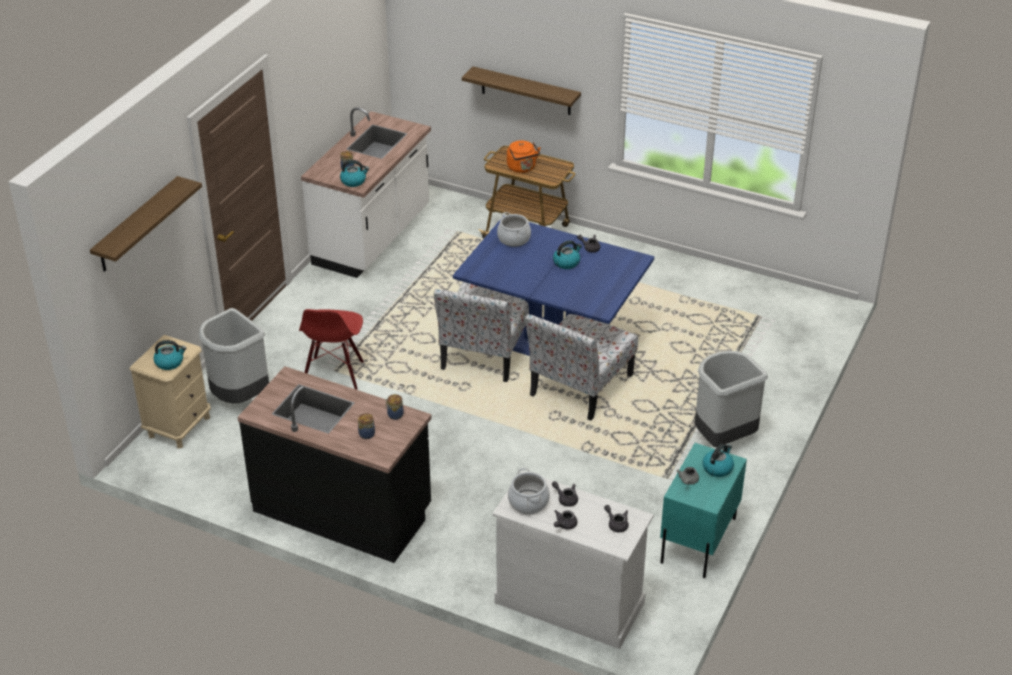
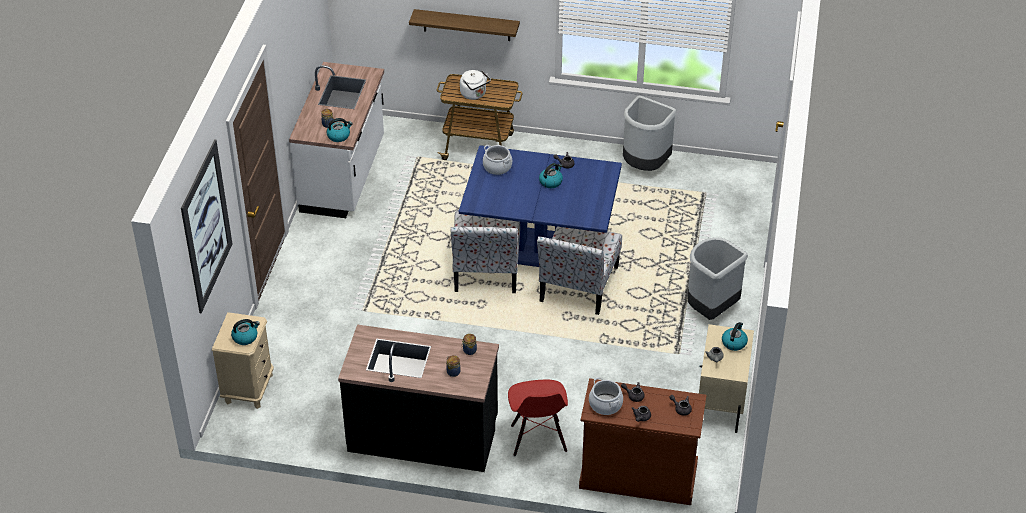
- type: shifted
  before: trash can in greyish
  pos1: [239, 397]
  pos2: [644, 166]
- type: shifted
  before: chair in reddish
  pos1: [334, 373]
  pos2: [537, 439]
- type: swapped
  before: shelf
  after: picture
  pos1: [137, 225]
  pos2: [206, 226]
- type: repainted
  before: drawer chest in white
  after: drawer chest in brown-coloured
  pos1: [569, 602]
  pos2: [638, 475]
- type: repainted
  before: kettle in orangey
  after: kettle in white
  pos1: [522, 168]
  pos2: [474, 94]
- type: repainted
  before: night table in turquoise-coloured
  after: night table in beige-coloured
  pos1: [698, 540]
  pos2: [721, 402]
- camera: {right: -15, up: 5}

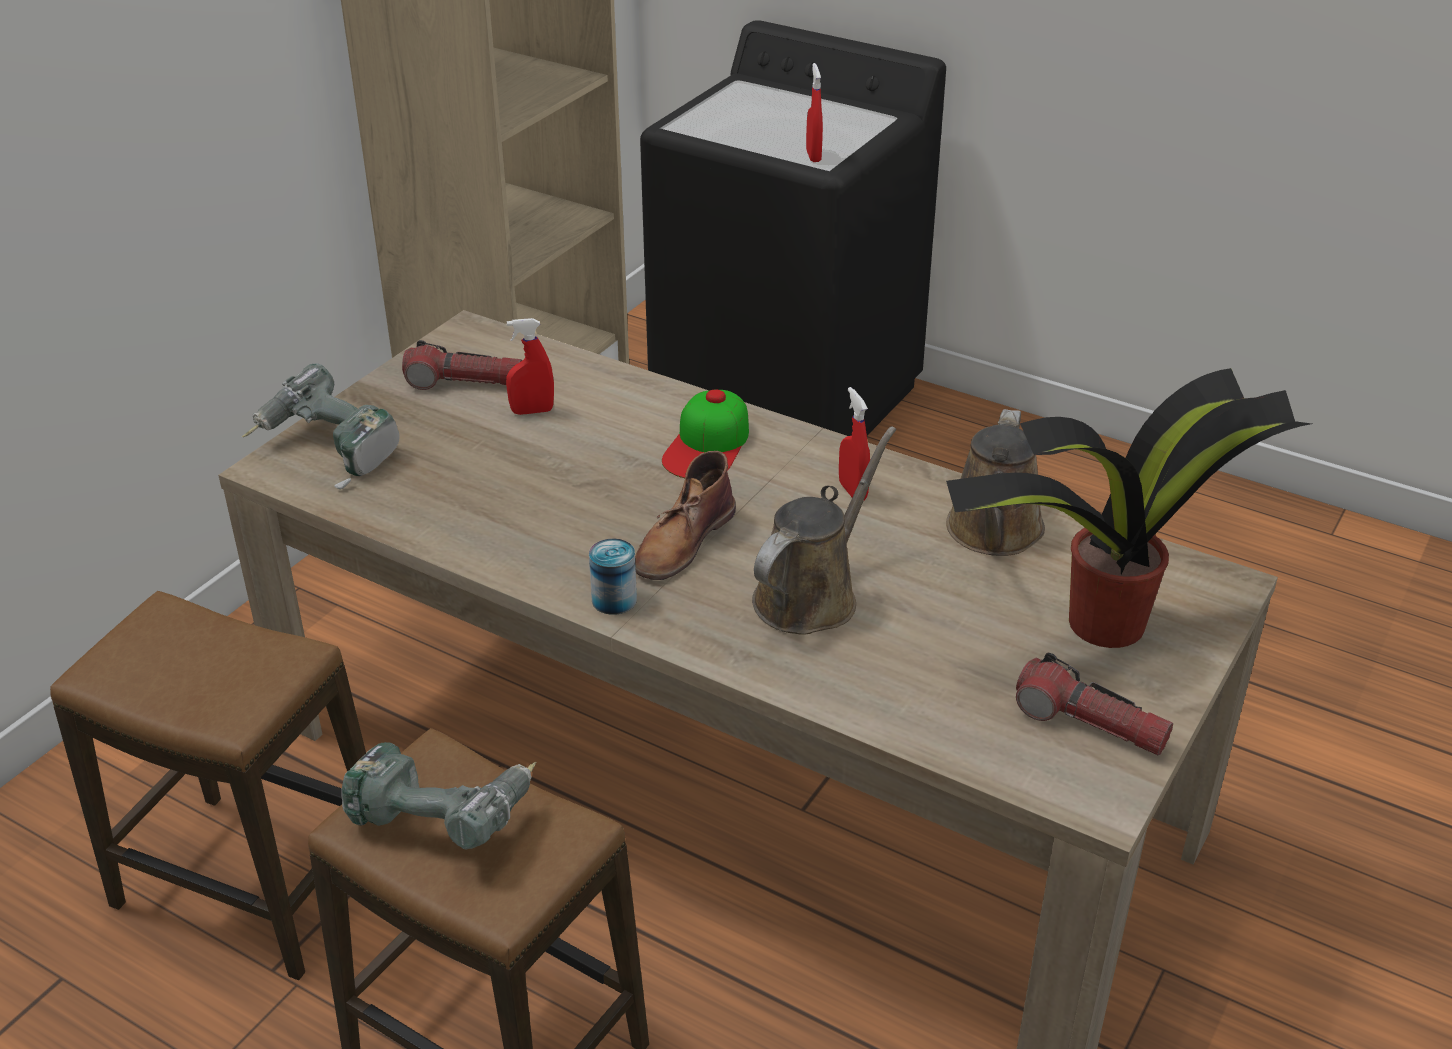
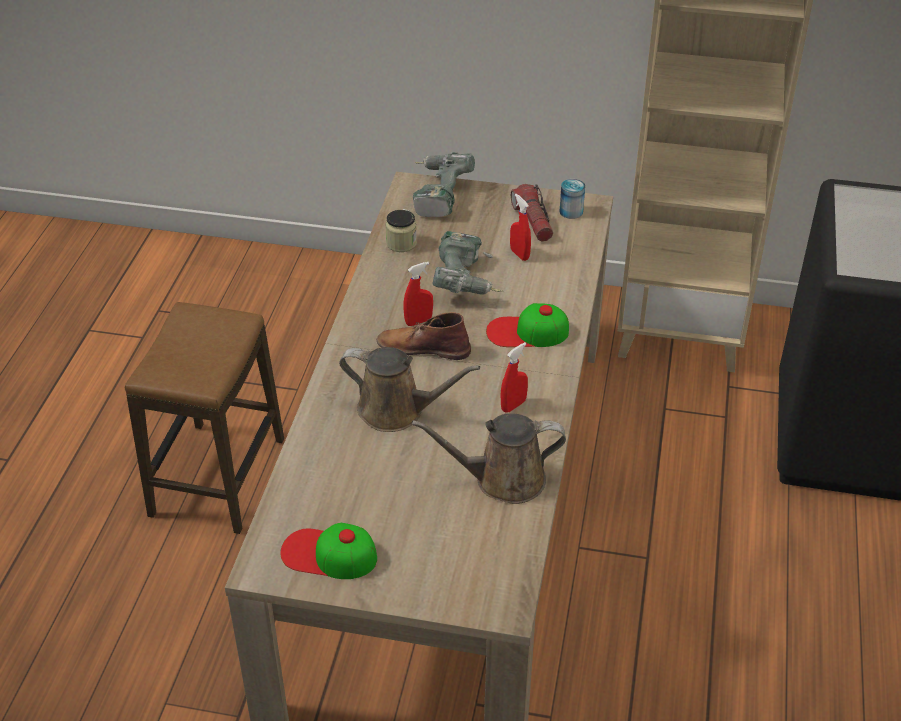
- type: gone
  before: stool seat
  pos1: [252, 884]
- type: gone
  before: potted plant
  pos1: [1101, 624]
- type: new
  after: jar
  pos2: [401, 243]
- type: shifted
  before: drill
  pos1: [445, 815]
  pos2: [466, 281]
- type: shifted
  before: metal can
  pos1: [614, 600]
  pos2: [571, 211]
- type: shifted
  before: hand sprayer in reddish
  pos1: [813, 156]
  pos2: [418, 321]
- type: swapped
  before: hand torch
  after: baseball cap
  pos1: [1089, 723]
  pos2: [328, 554]
- camera: {right: 70, up: 5}

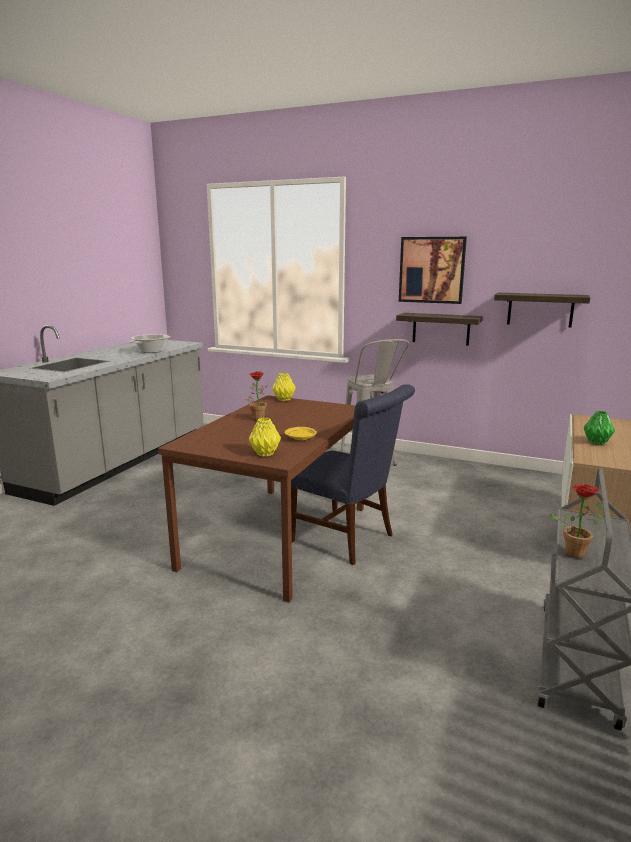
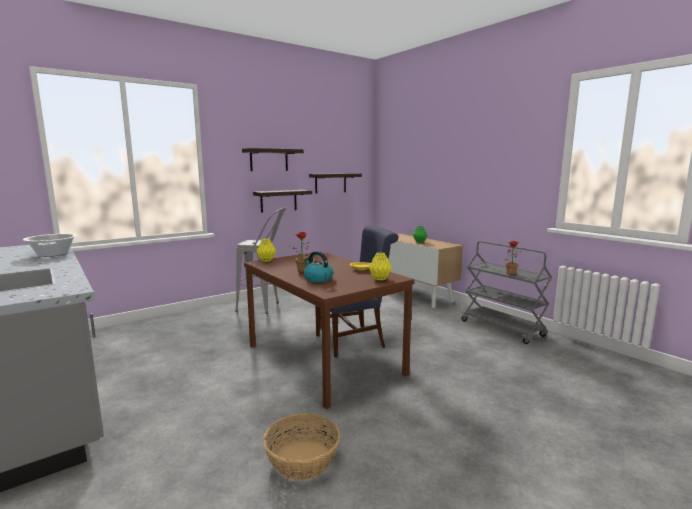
- type: new
  after: storage basket
  pos2: [302, 459]
- type: new
  after: kettle
  pos2: [317, 279]
- type: swapped
  before: picture
  after: shelf
  pos1: [432, 270]
  pos2: [269, 160]
- camera: {right: -60, up: -5}

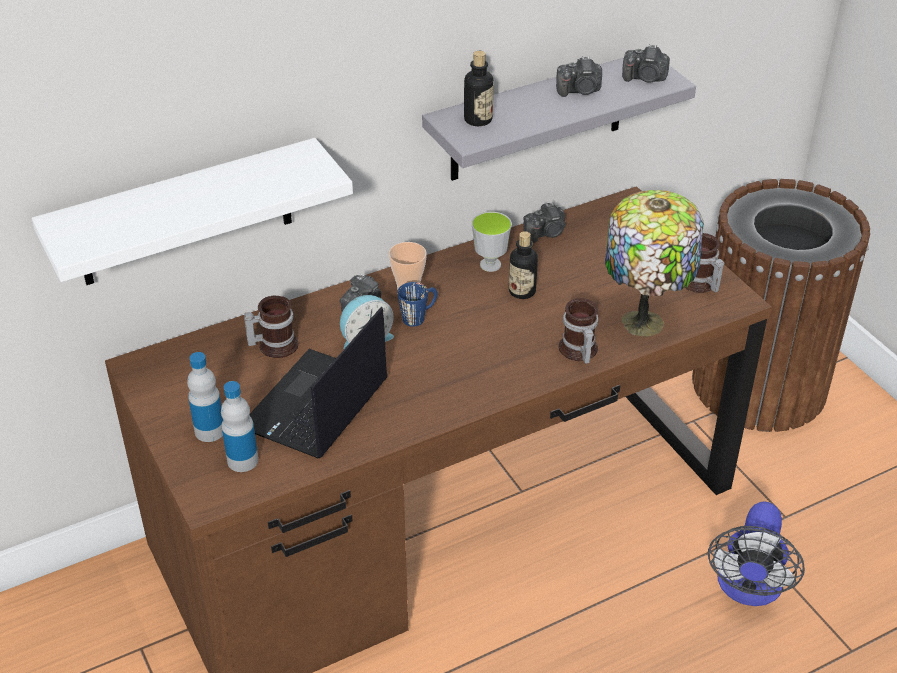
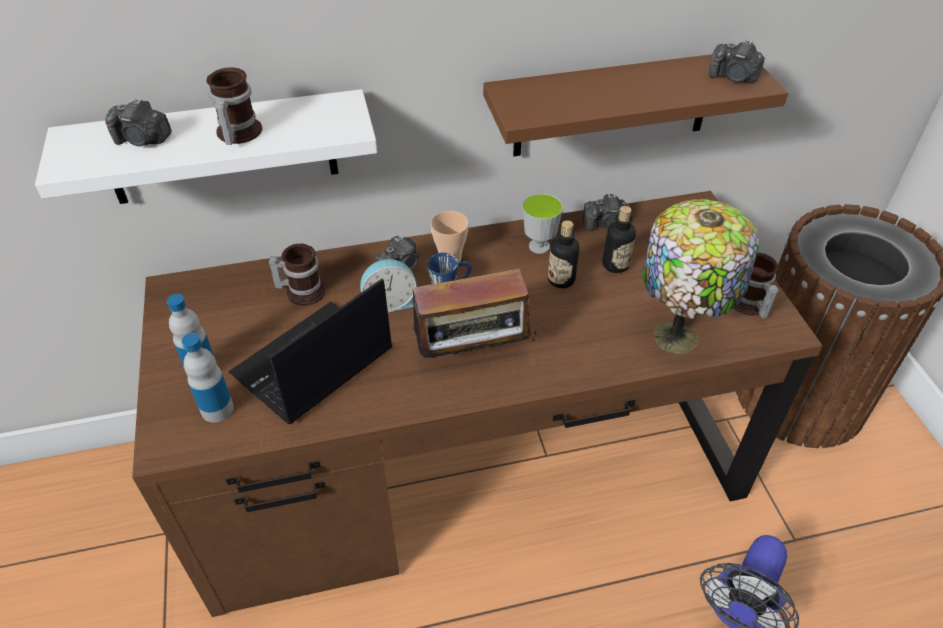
- type: new
  after: radio receiver
  pos2: [473, 356]
- type: shifted
  before: drink bottle
  pos1: [478, 119]
  pos2: [615, 265]
- type: shifted
  before: photo camera
  pos1: [580, 91]
  pos2: [143, 140]
- type: shifted
  before: tea mug
  pos1: [577, 351]
  pos2: [236, 134]
- type: repainted
  before: shelf in greyish
  after: shelf in brown-coloured
  pos1: [537, 117]
  pos2: [613, 105]
- camera: {right: 15, up: 5}

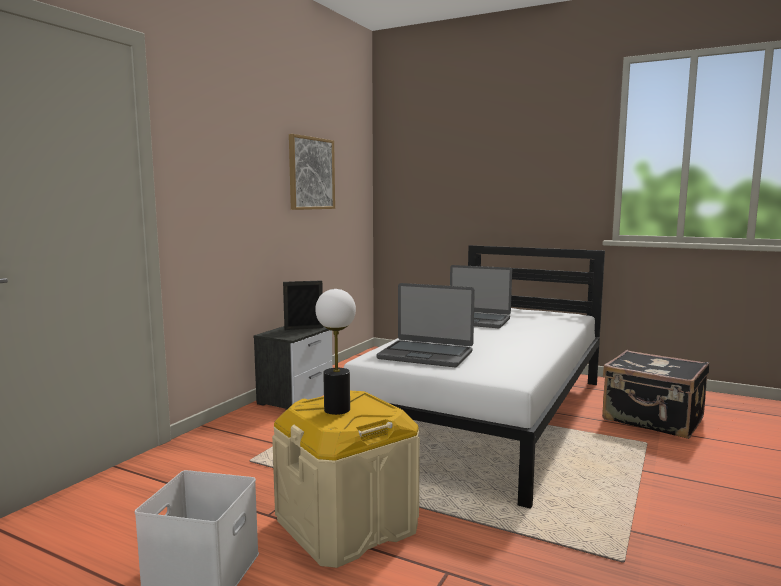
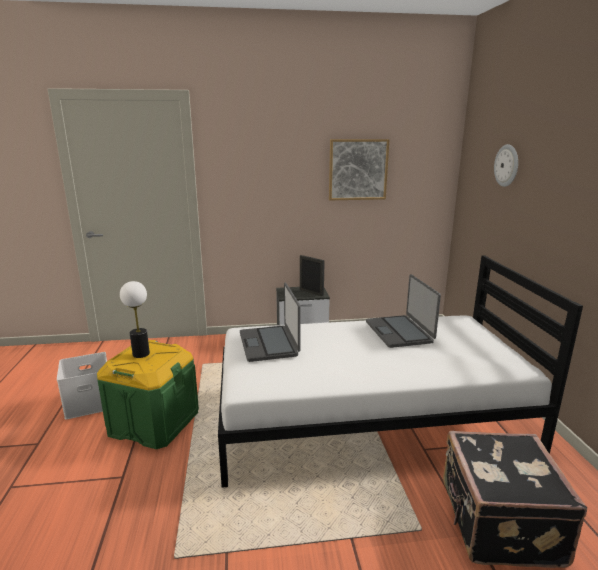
- type: new
  after: hanging clock
  pos2: [507, 165]
- type: repainted
  before: storage container in beige-coloured
  after: storage container in green-coloured
  pos1: [346, 525]
  pos2: [153, 423]
- camera: {right: 55, up: 10}

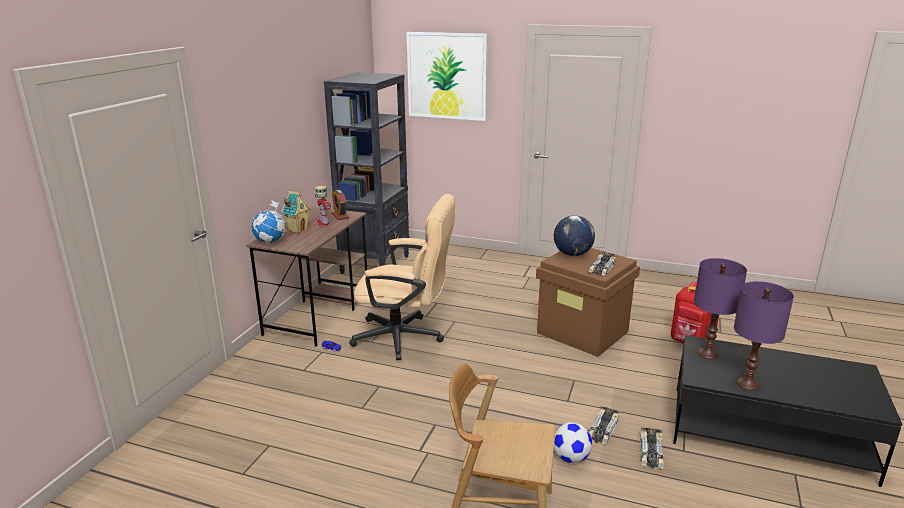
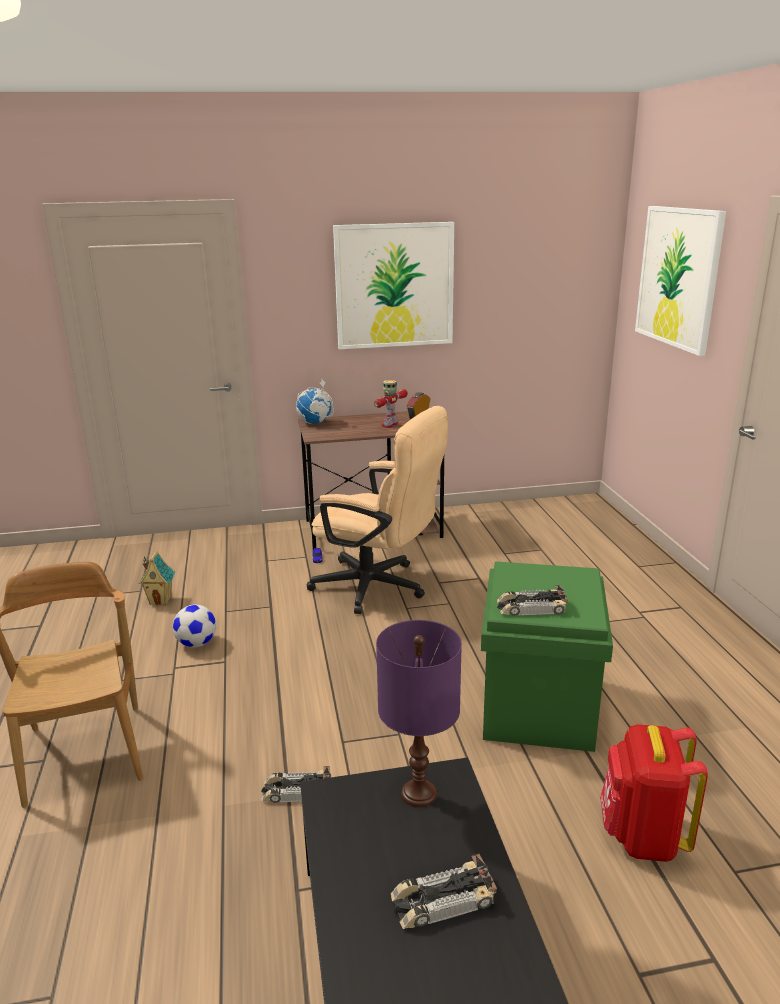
- type: gone
  before: bookcase in black
  pos1: [375, 264]
- type: gone
  before: desk globe
  pos1: [572, 254]
- type: gone
  before: lamp for a table in purplish
  pos1: [747, 384]
- type: new
  after: picture
  pos2: [394, 286]
- type: shifted
  before: model house
  pos1: [298, 229]
  pos2: [161, 600]
- type: shifted
  before: ball for football
  pos1: [570, 458]
  pos2: [196, 643]
- type: shifted
  before: toy car
  pos1: [651, 452]
  pos2: [442, 901]
- type: repainted
  before: storage container in brown-coloured
  after: storage container in green-coloured
  pos1: [583, 332]
  pos2: [539, 708]
- type: rotated
  before: computer chair in beige-coloured
  pos1: [406, 338]
  pos2: [378, 588]
  turn: -45
- camera: {right: 60, up: 0}

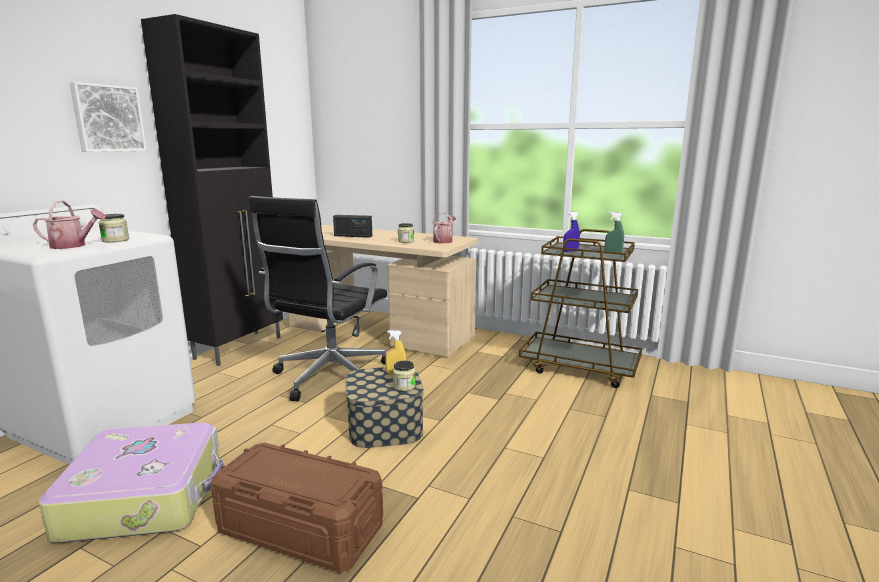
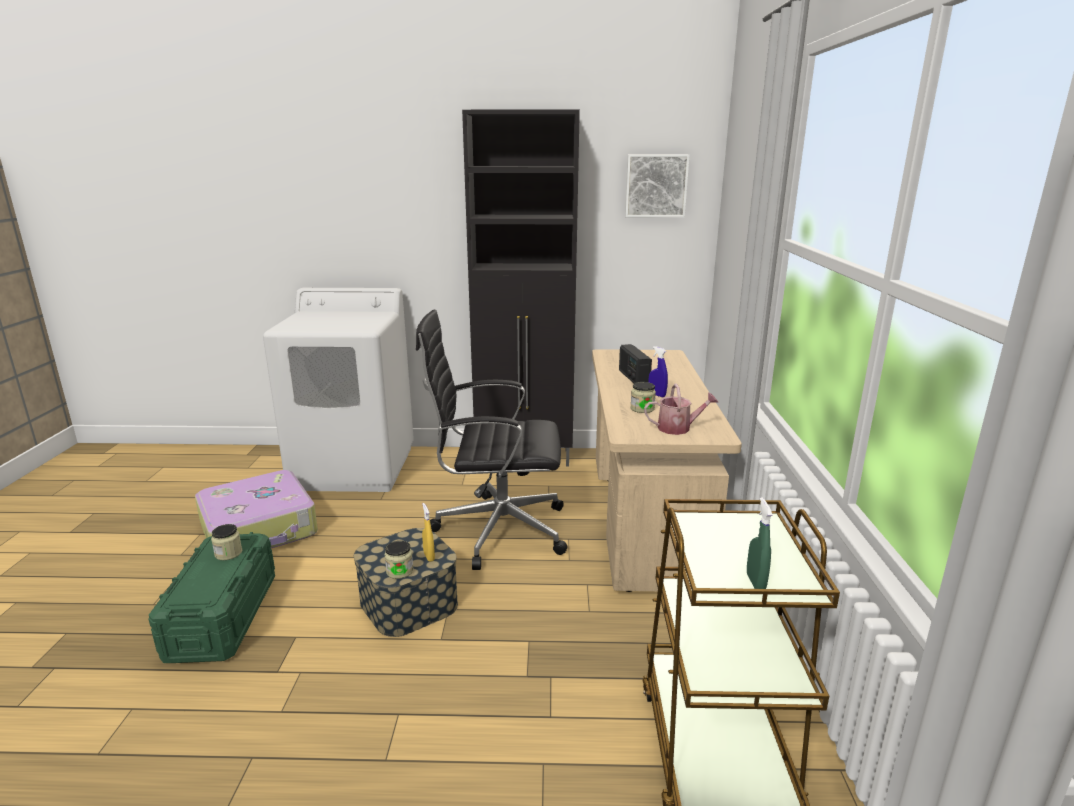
- type: gone
  before: sprinkling can
  pos1: [73, 246]
- type: shifted
  before: picture
  pos1: [108, 118]
  pos2: [656, 186]
- type: shifted
  before: jar
  pos1: [115, 240]
  pos2: [228, 553]
- type: shifted
  before: hand sprayer in blue
  pos1: [570, 251]
  pos2: [657, 395]
- type: repainted
  before: storage container in brown-coloured
  after: storage container in green-coloured
  pos1: [300, 528]
  pos2: [223, 616]
- camera: {right: 65, up: 5}

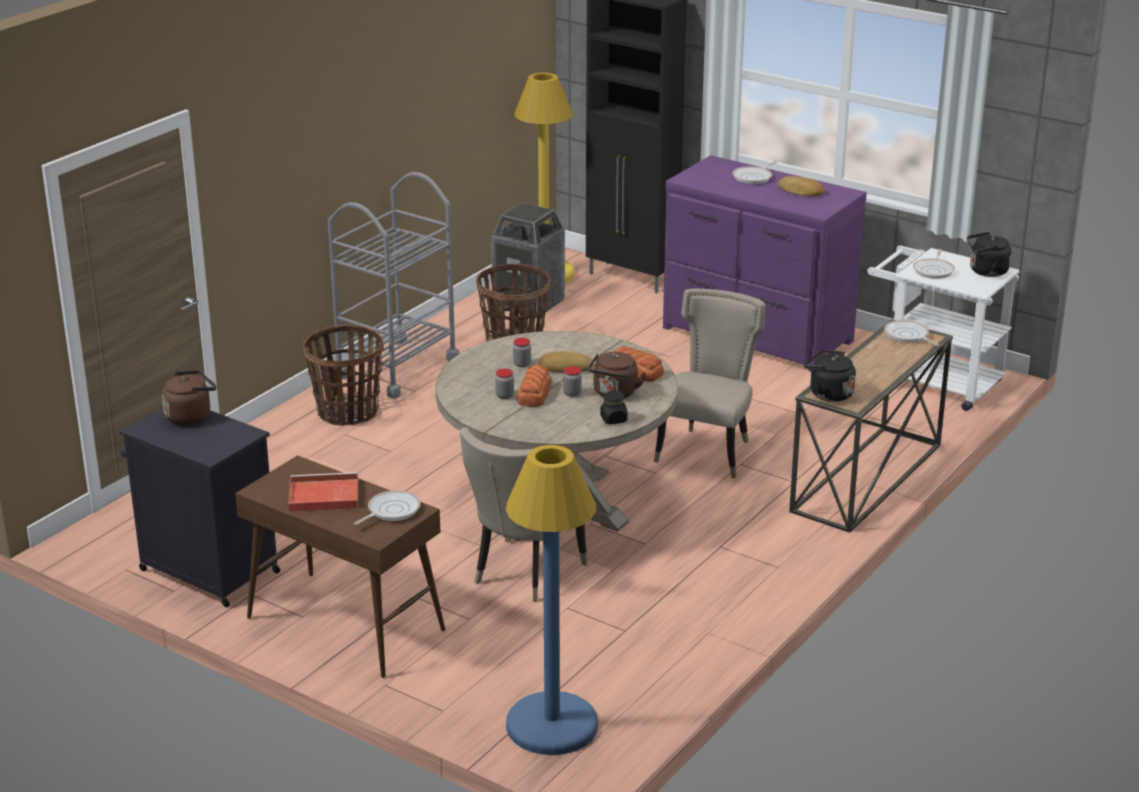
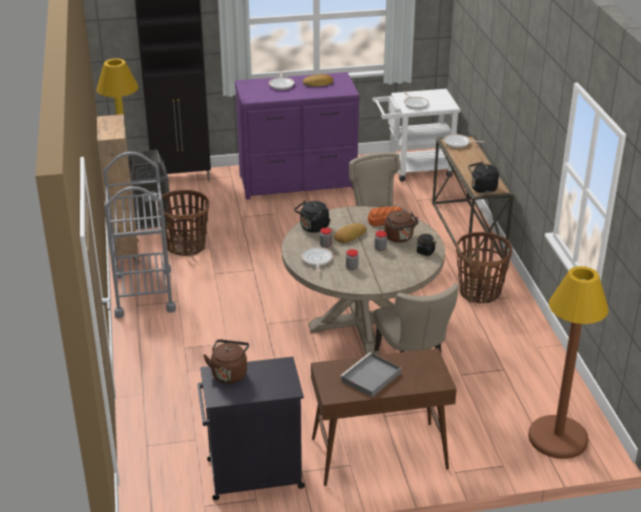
- type: gone
  before: baked bread
  pos1: [534, 394]
- type: new
  after: bookcase in brown-coloured
  pos2: [126, 253]
- type: shifted
  before: storage basket
  pos1: [347, 412]
  pos2: [480, 292]
- type: shifted
  before: frying pan
  pos1: [391, 511]
  pos2: [316, 260]
- type: shifted
  before: kettle in black
  pos1: [986, 272]
  pos2: [313, 228]
- type: repainted
  before: tray in reddish
  after: tray in greyish
  pos1: [322, 496]
  pos2: [370, 377]
- type: repainted
  before: standing lamp in blue
  after: standing lamp in brown-coloured
  pos1: [552, 725]
  pos2: [558, 438]
- camera: {right: -45, up: 5}

